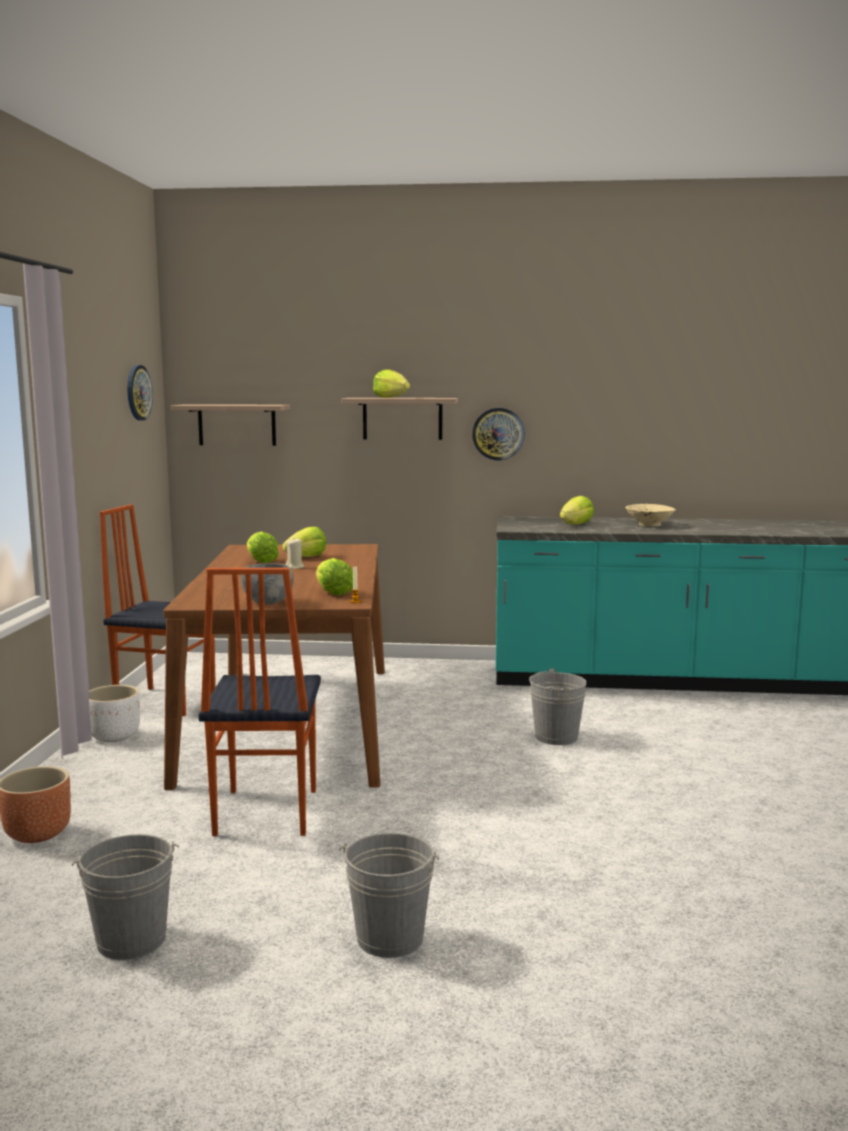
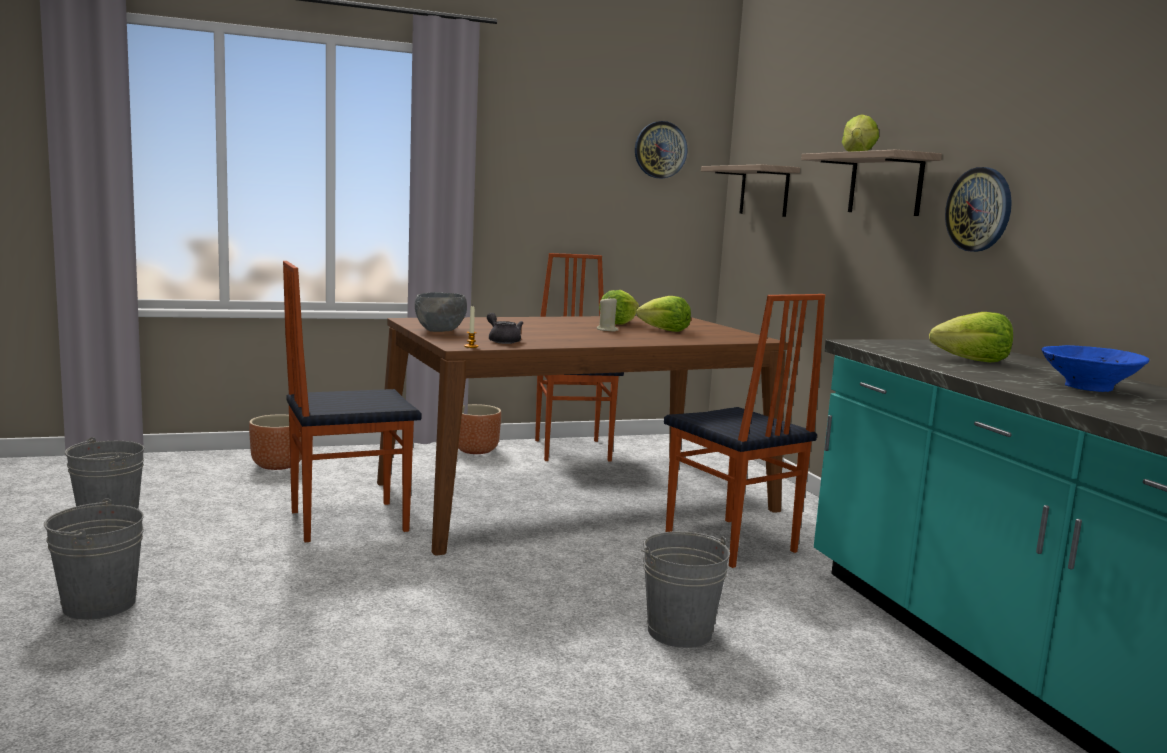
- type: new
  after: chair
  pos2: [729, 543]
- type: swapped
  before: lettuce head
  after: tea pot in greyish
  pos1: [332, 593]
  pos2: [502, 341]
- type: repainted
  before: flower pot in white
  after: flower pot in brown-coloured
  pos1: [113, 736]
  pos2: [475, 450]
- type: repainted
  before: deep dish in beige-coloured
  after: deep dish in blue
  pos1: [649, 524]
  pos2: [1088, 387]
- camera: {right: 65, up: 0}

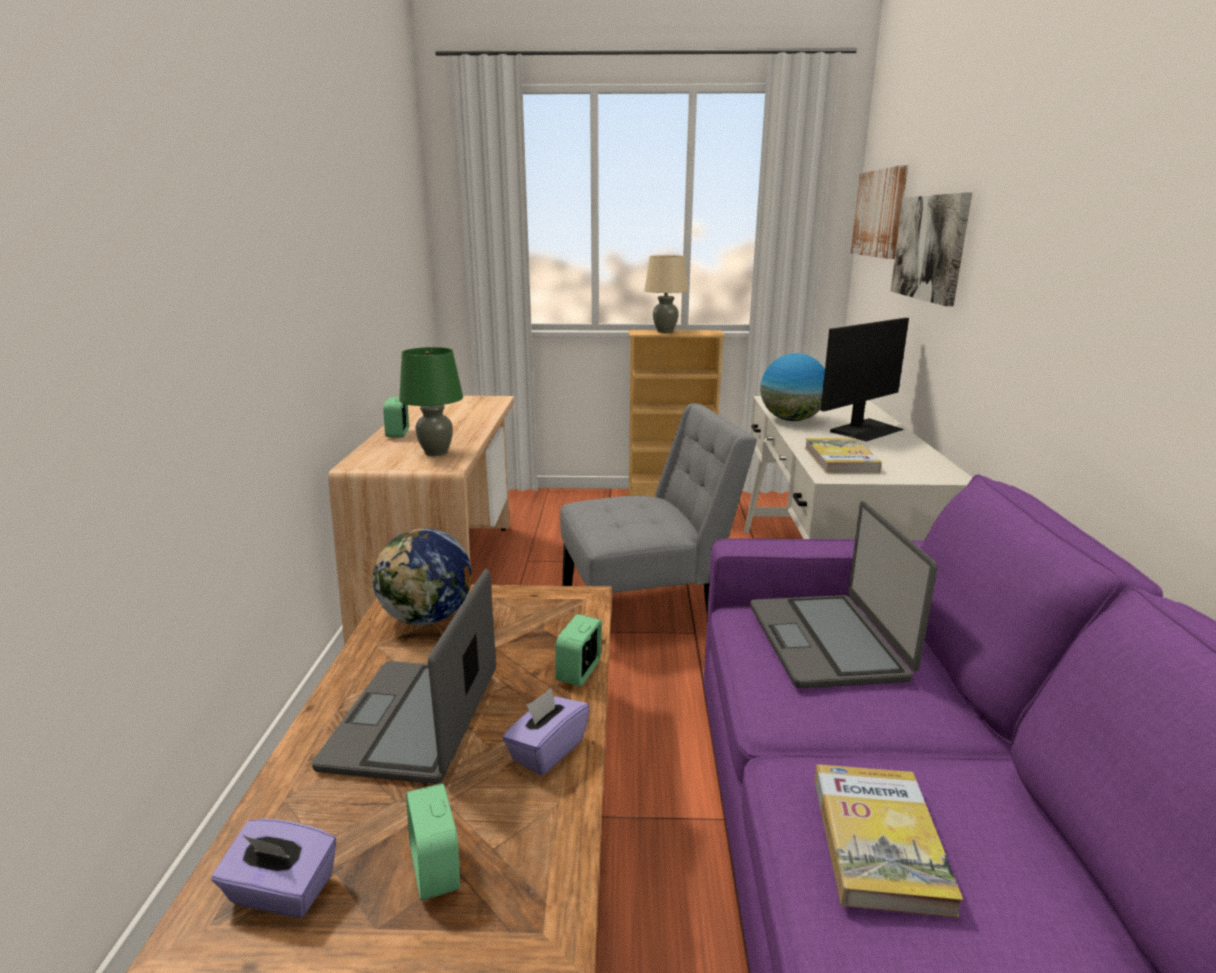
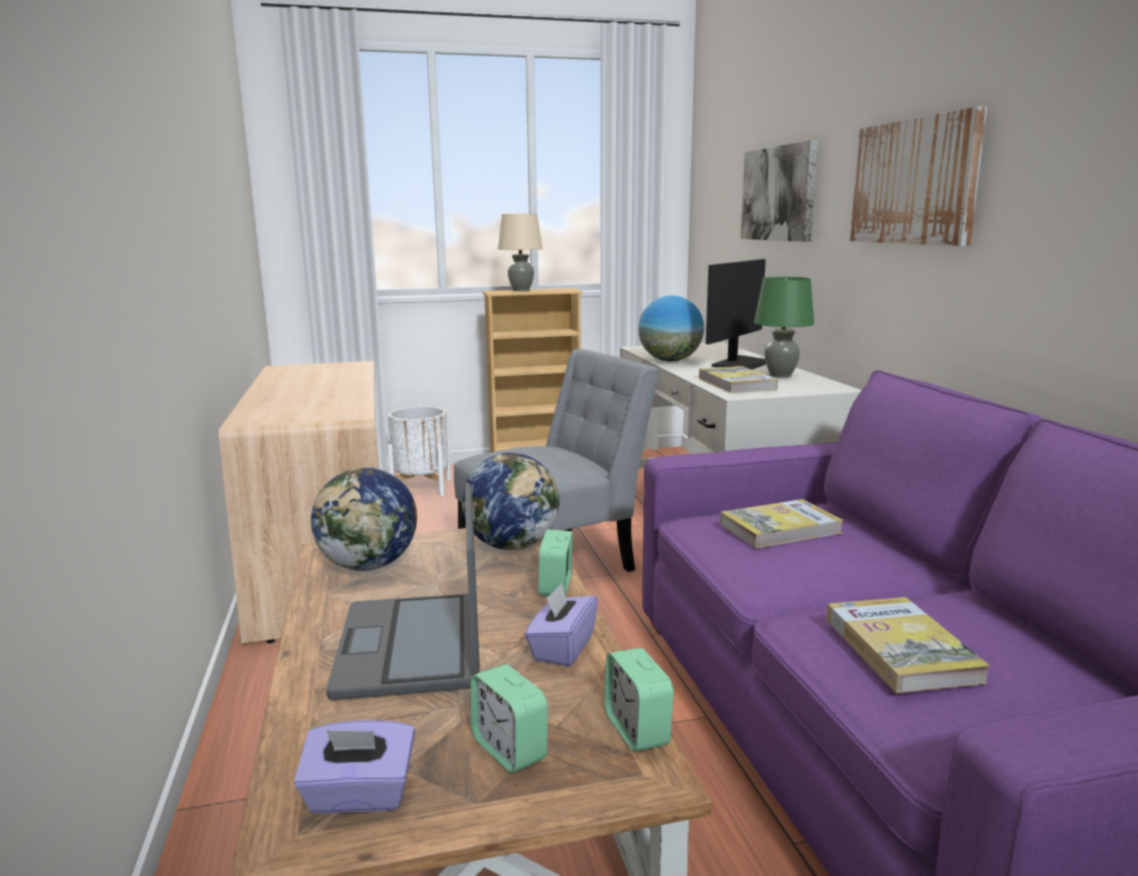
- type: new
  after: flower pot in white
  pos2: [422, 487]
- type: new
  after: desk globe
  pos2: [512, 545]
- type: shifted
  before: bedside clock
  pos1: [398, 433]
  pos2: [637, 730]
- type: shifted
  before: lamp for a table in green-coloured
  pos1: [436, 453]
  pos2: [780, 375]
- type: shifted
  before: picture
  pos1: [880, 213]
  pos2: [914, 182]
- type: swapped
  before: portable computer
  after: book
  pos1: [828, 641]
  pos2: [780, 528]
- camera: {right: -15, up: -5}

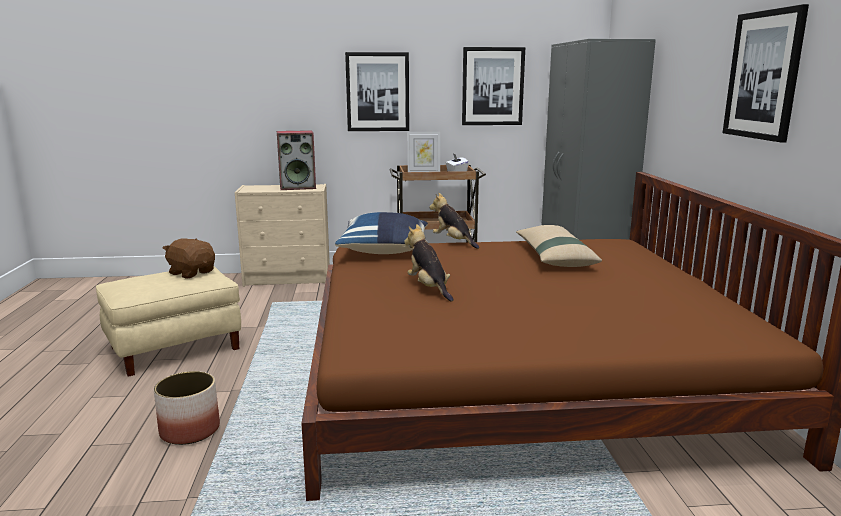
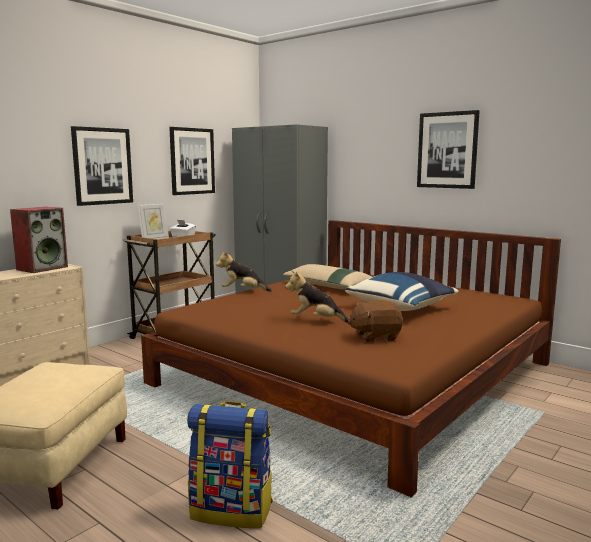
- type: shifted
  before: plush toy in brown-coloured
  pos1: [192, 273]
  pos2: [375, 337]
- type: shifted
  before: throw pillow in blue
  pos1: [385, 252]
  pos2: [401, 308]
- type: swapped
  before: flower pot
  after: backpack
  pos1: [190, 431]
  pos2: [232, 510]
- camera: {right: -45, up: -5}

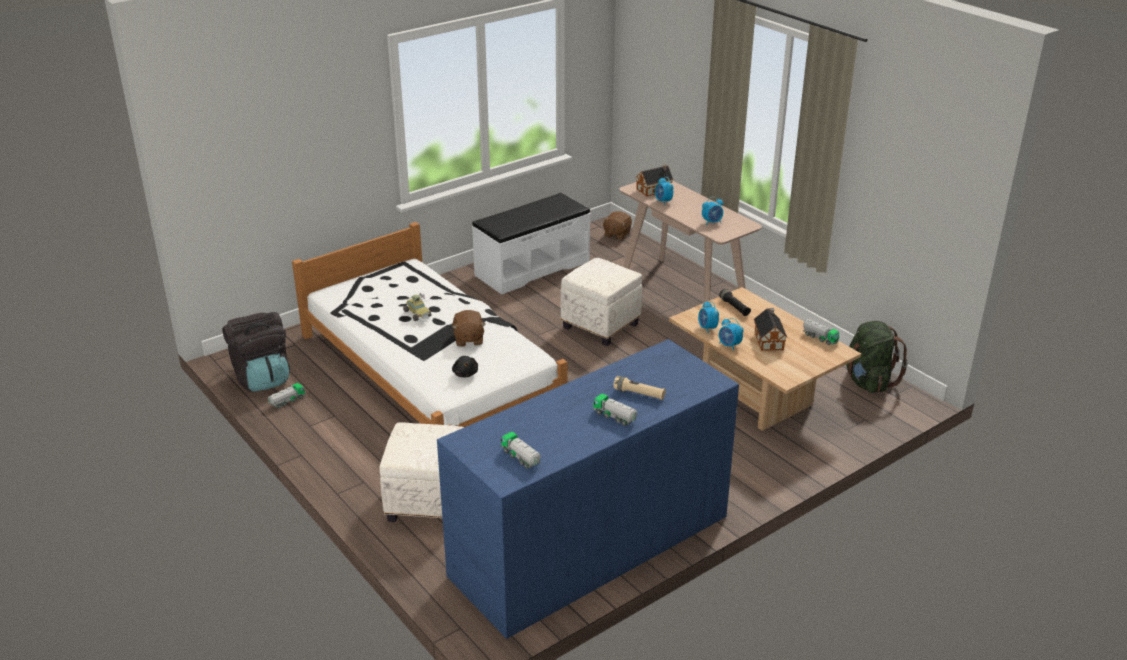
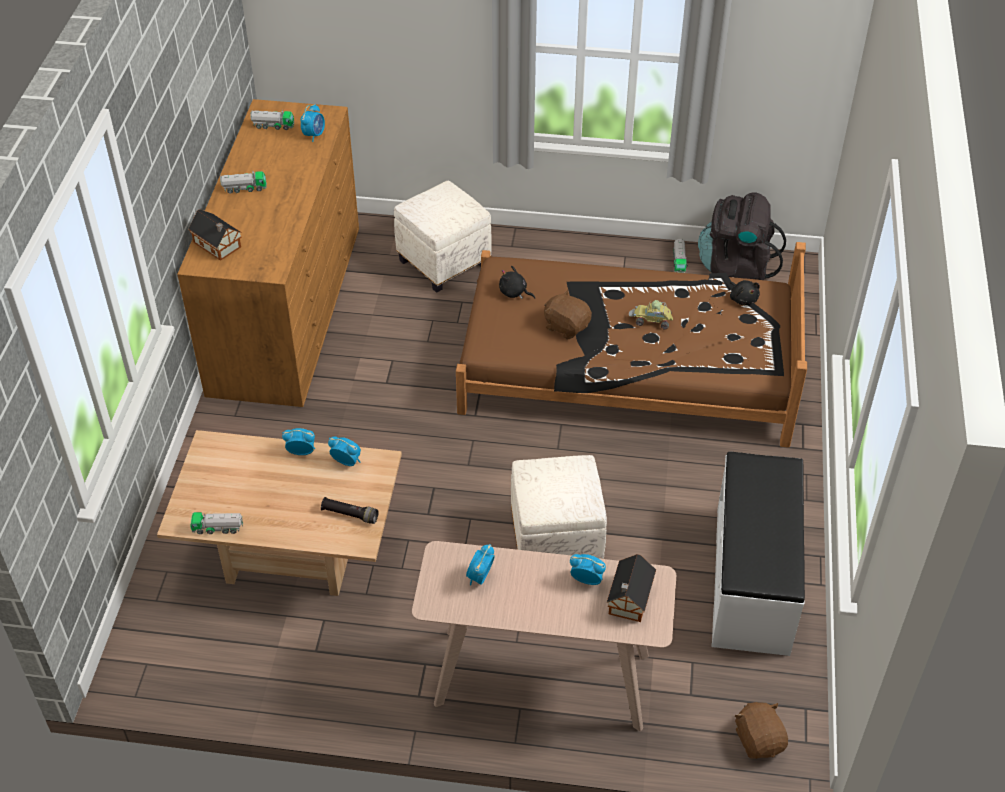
- type: gone
  before: hand torch in beige-coloured
  pos1: [639, 394]
- type: gone
  before: backpack in green-coloured
  pos1: [868, 382]
- type: new
  after: bedside clock
  pos2: [314, 135]
- type: new
  after: plush toy in black
  pos2: [743, 299]
- type: shifted
  before: model house
  pos1: [769, 340]
  pos2: [218, 246]
- type: repainted
  before: bed in white
  after: bed in brown-coloured
  pos1: [428, 369]
  pos2: [628, 366]
- type: repainted
  before: drawer chest in blue
  after: drawer chest in brown-coloured
  pos1: [590, 545]
  pos2: [286, 308]
- camera: {right: 135, up: 15}

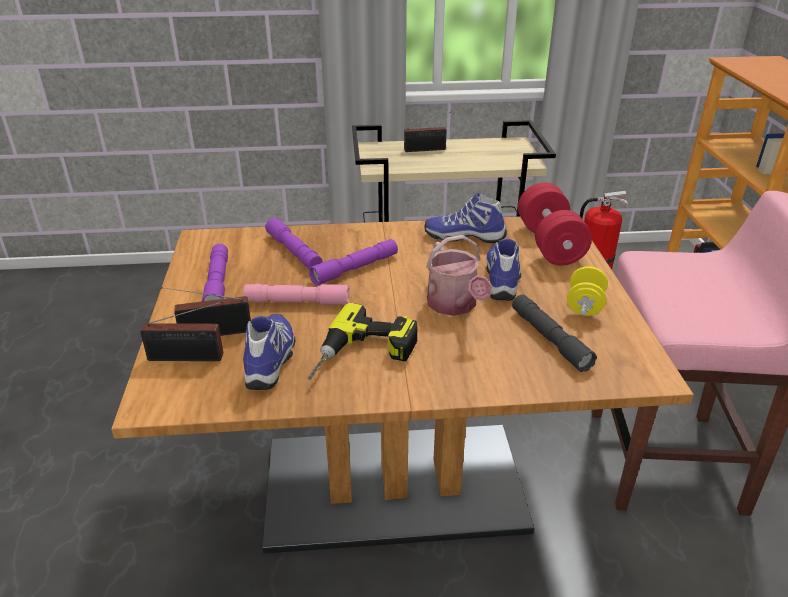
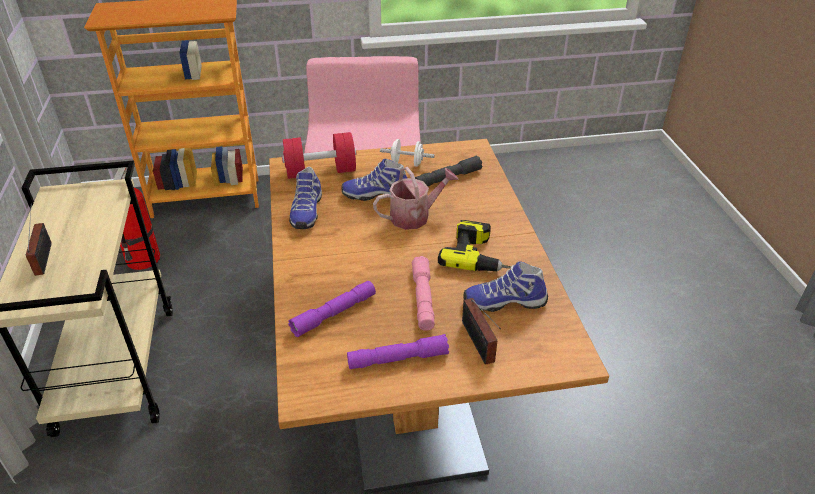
- type: gone
  before: radio receiver
  pos1: [190, 357]
- type: gone
  before: hand torch in purplish
  pos1: [355, 269]
- type: repainted
  before: hand weight in yellowish
  after: hand weight in white
  pos1: [584, 306]
  pos2: [407, 163]
- camera: {right: -95, up: 5}

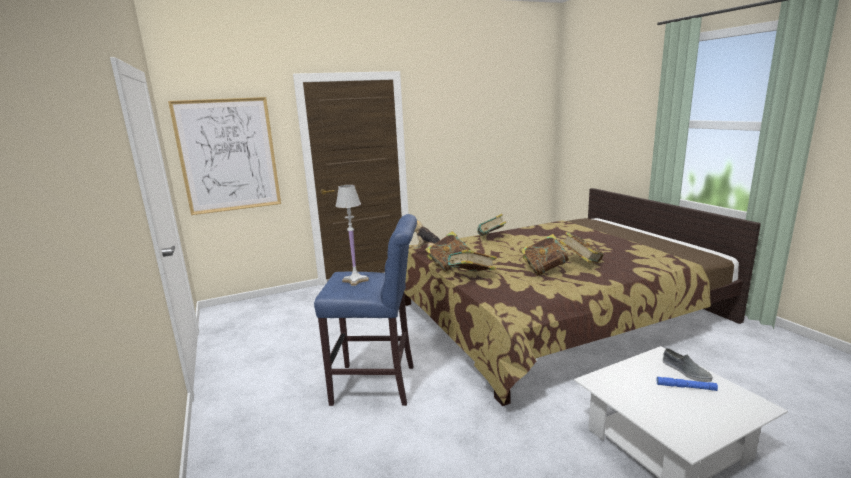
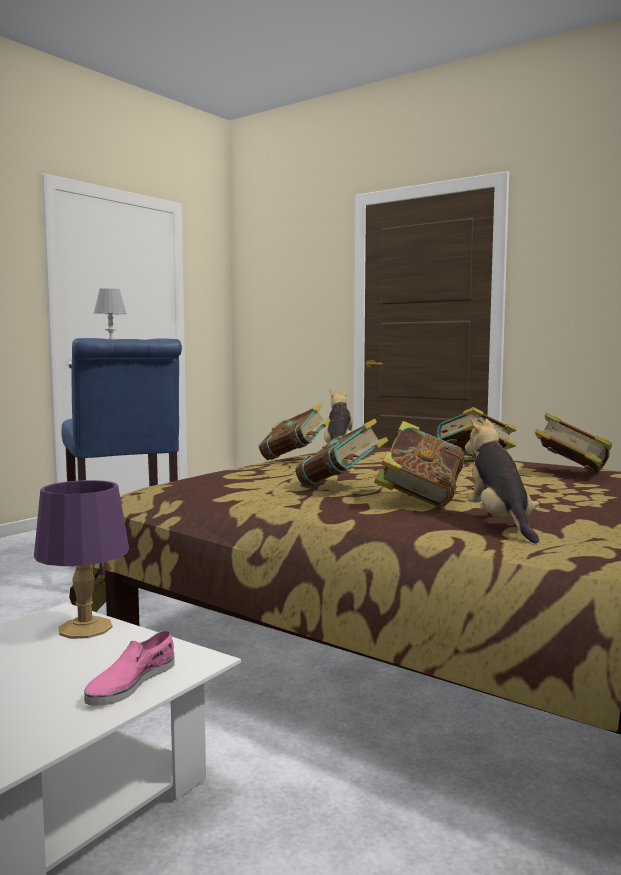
- type: gone
  before: picture
  pos1: [228, 155]
- type: gone
  before: hand torch in blue
  pos1: [686, 387]
- type: new
  after: lamp for a table in purplish
  pos2: [84, 628]
- type: new
  after: plush toy
  pos2: [500, 524]
- type: shifted
  before: book
  pos1: [471, 277]
  pos2: [571, 474]
- type: repainted
  before: item of footwear in greyish
  after: item of footwear in pinkish
  pos1: [685, 371]
  pos2: [130, 683]
- camera: {right: 60, up: -10}

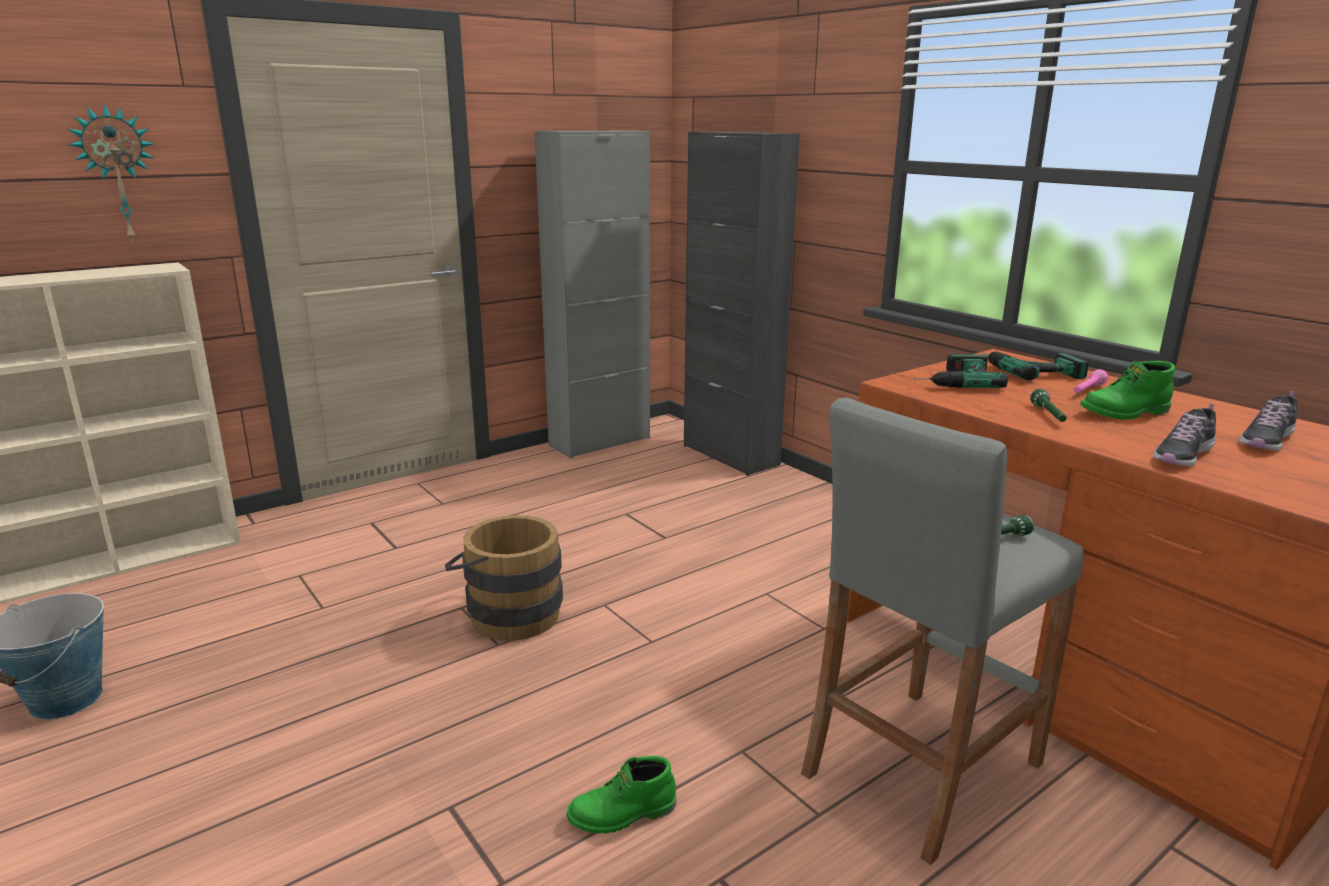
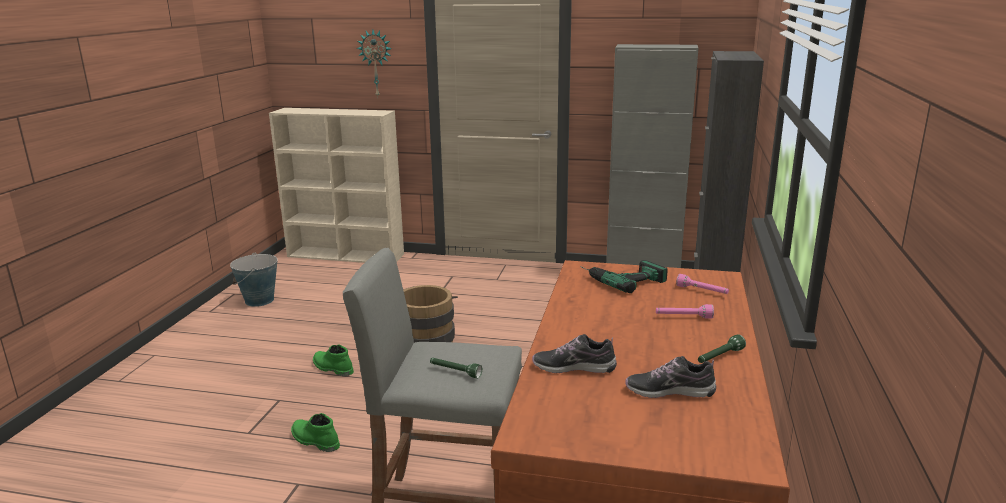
- type: shifted
  before: hand torch in green-coloured
  pos1: [1048, 415]
  pos2: [719, 357]
- type: shifted
  before: high-top boot in green-coloured
  pos1: [1125, 413]
  pos2: [332, 368]
- type: swapped
  before: drill
  after: hand torch in pinkish
  pos1: [1027, 369]
  pos2: [702, 291]
- camera: {right: 50, up: 0}

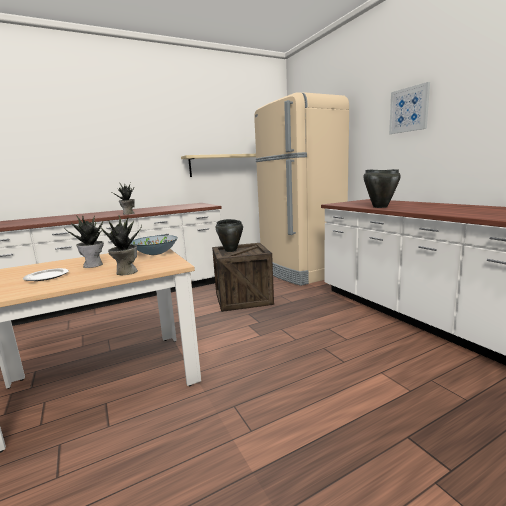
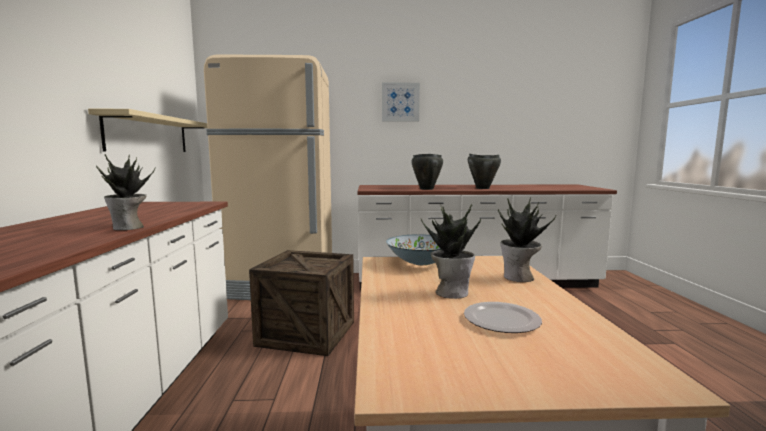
- type: shifted
  before: stockpot in black
  pos1: [231, 250]
  pos2: [482, 188]
- camera: {right: -65, up: -5}

